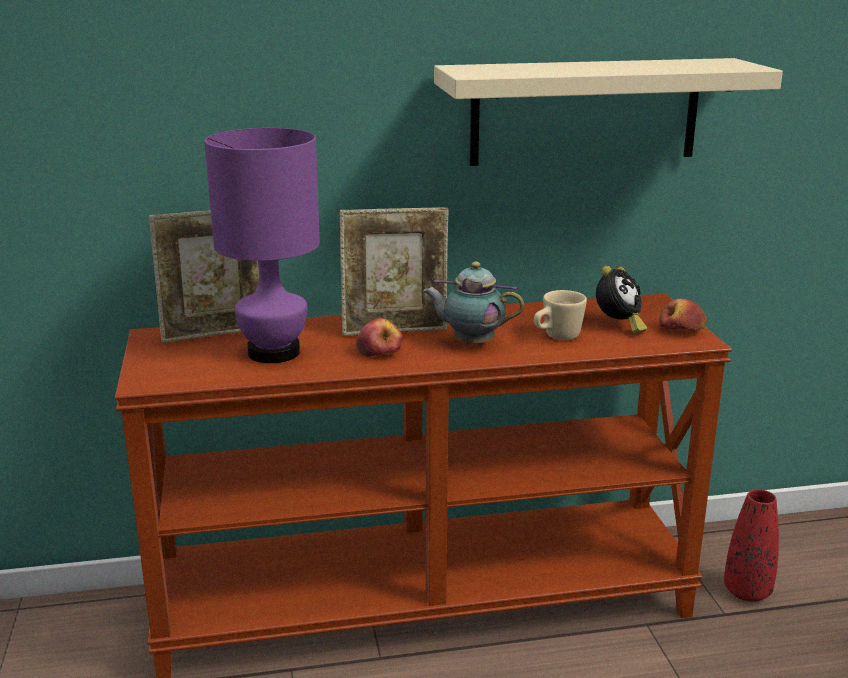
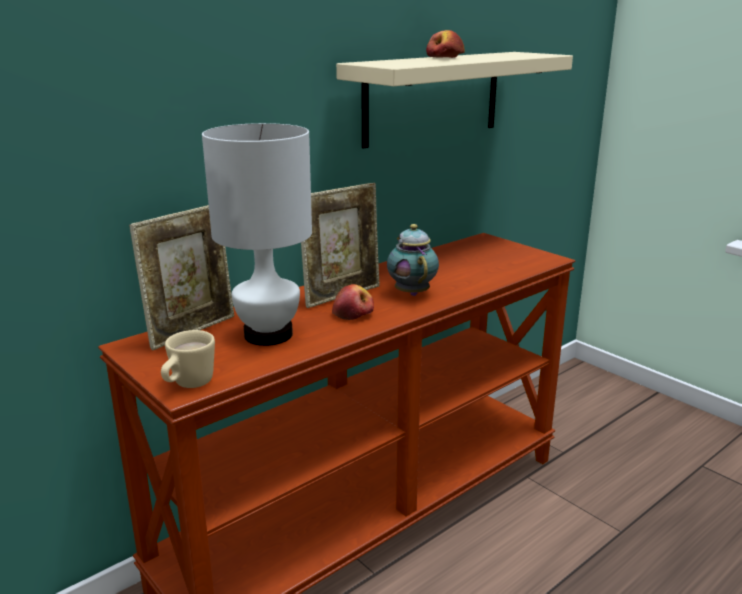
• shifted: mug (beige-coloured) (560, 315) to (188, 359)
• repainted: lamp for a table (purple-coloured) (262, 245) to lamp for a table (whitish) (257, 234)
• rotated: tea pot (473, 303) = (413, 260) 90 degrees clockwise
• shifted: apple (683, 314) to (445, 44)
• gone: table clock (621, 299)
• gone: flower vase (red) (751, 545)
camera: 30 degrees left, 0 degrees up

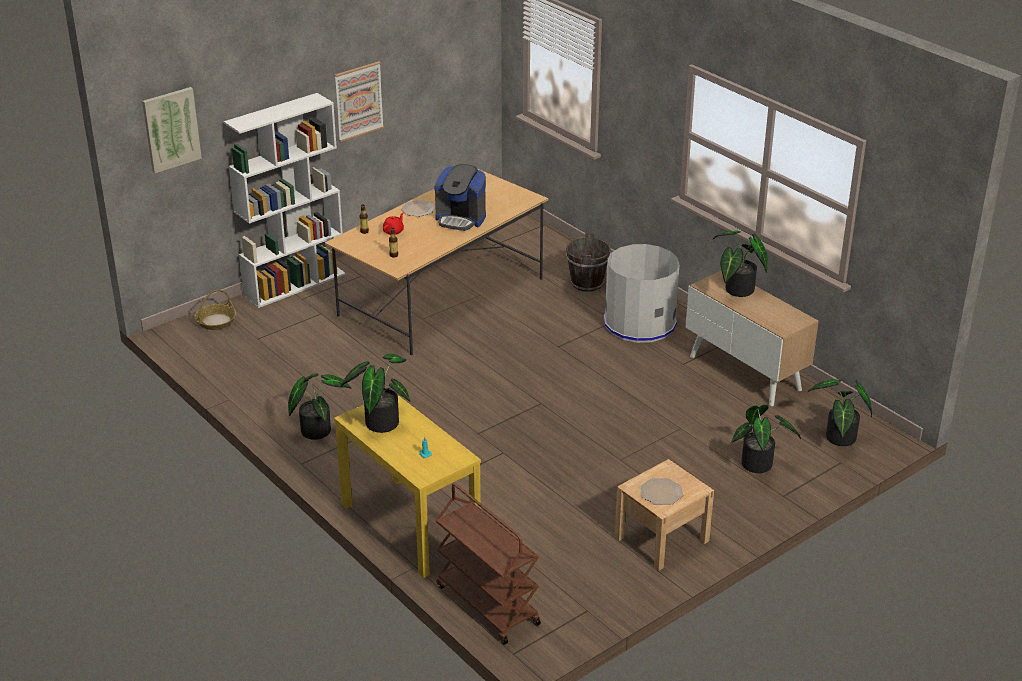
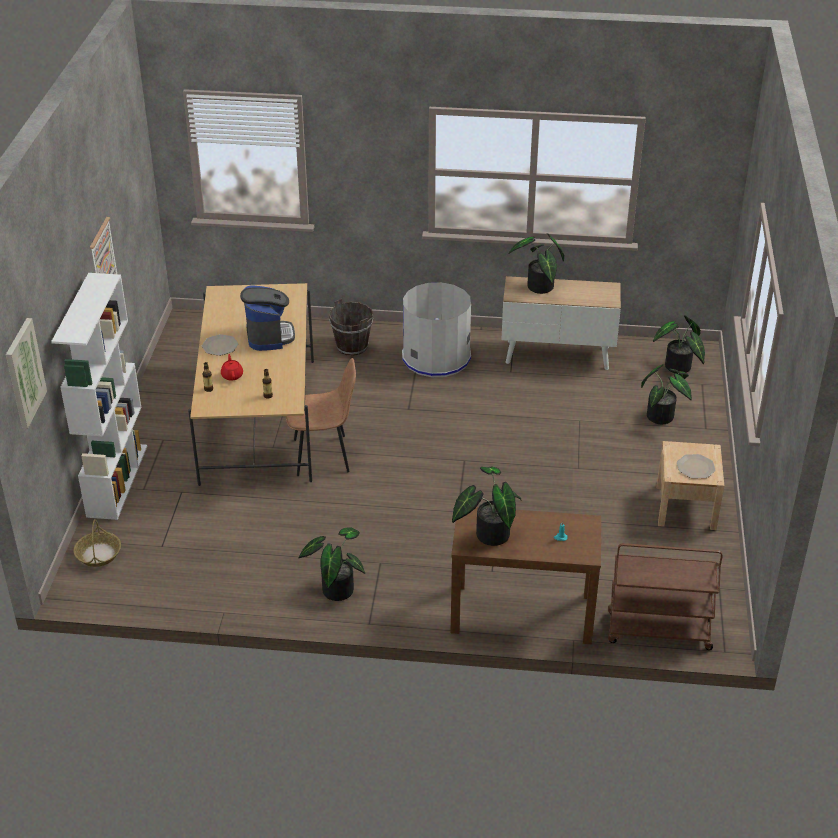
• rotated: coffee machine (460, 197) = (267, 318) 75 degrees counterclockwise
• new: chair (brown-coloured) (321, 417)
• repainted: hall table (yellowish) (407, 486) to hall table (brown-coloured) (525, 575)
camera: 45 degrees left, 5 degrees up

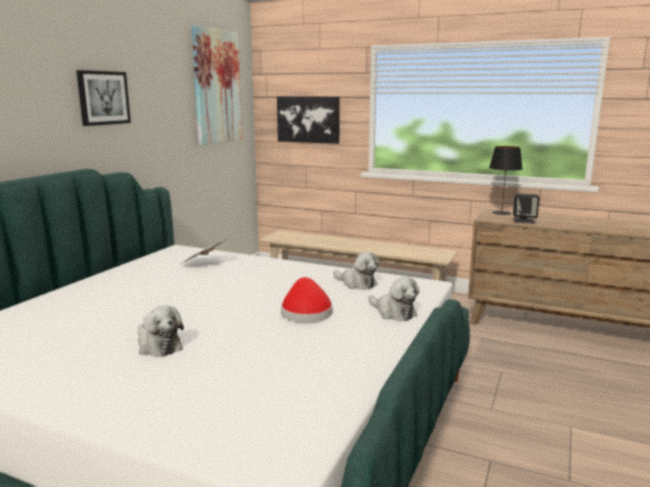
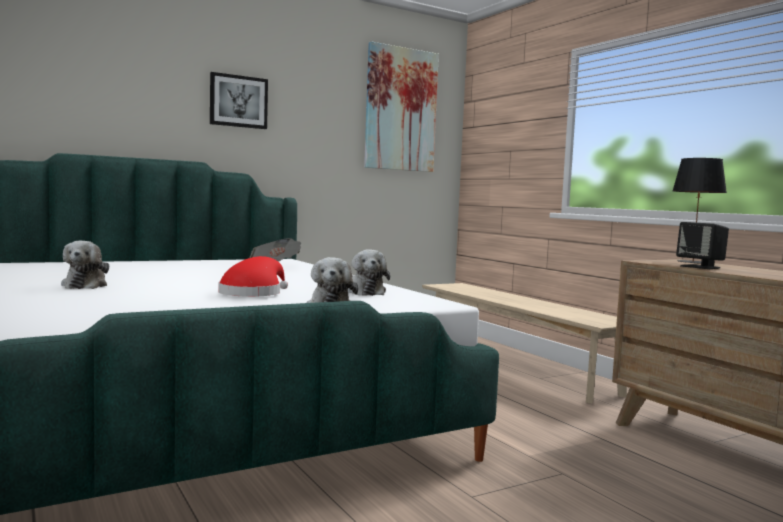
• gone: wall picture (308, 120)
camera: 35 degrees right, 10 degrees down

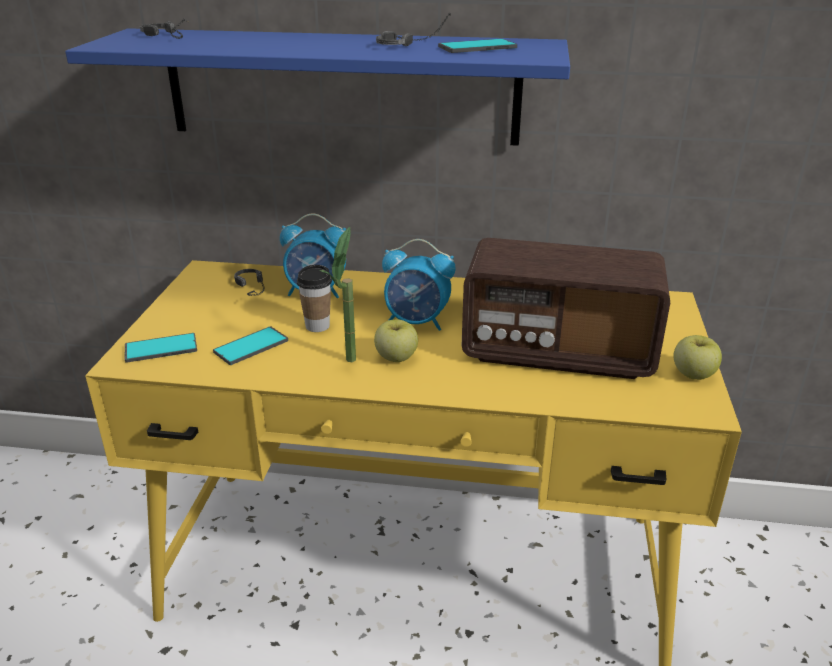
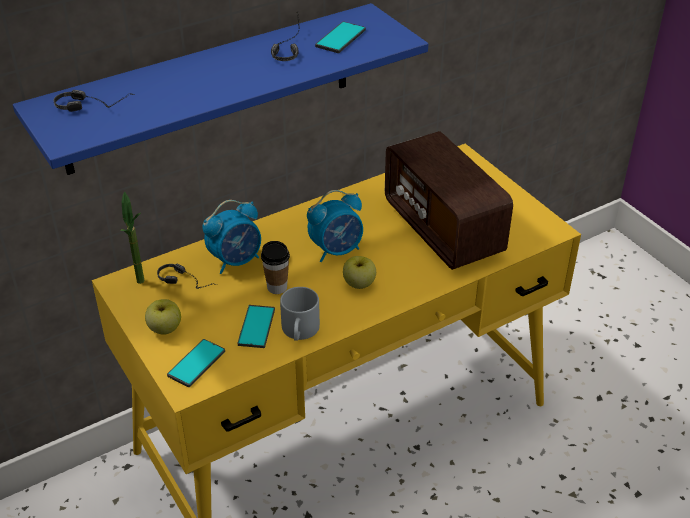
• shifted: houseplant (337, 294) to (132, 237)
• shifted: apple (698, 357) to (163, 317)
• new: mug (grey) (300, 314)
• rotated: radio (566, 308) = (449, 200) 90 degrees clockwise
camera: 40 degrees left, 10 degrees up

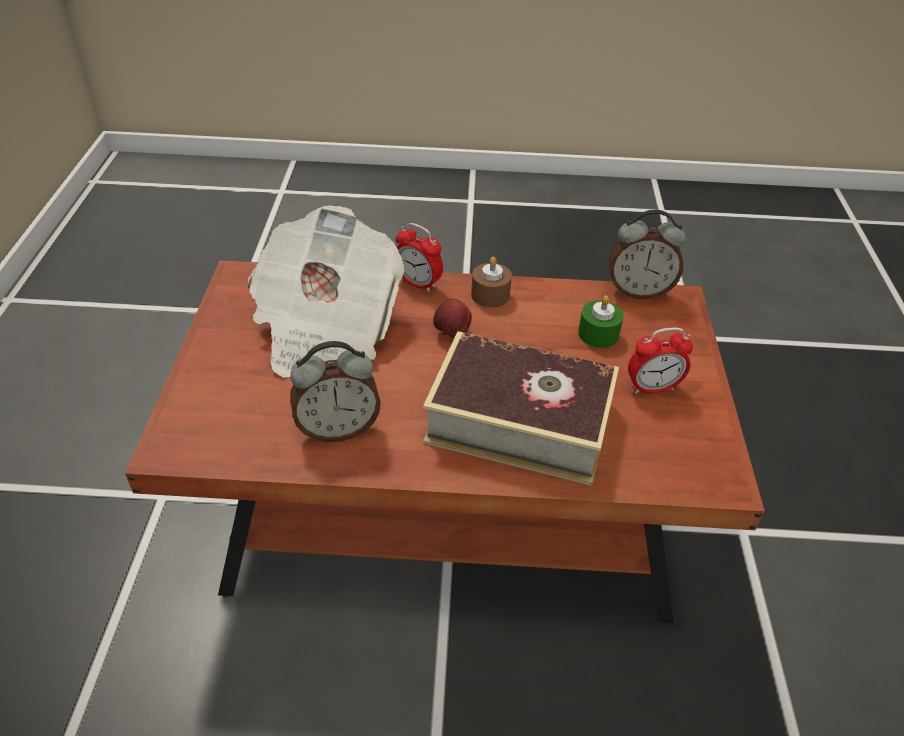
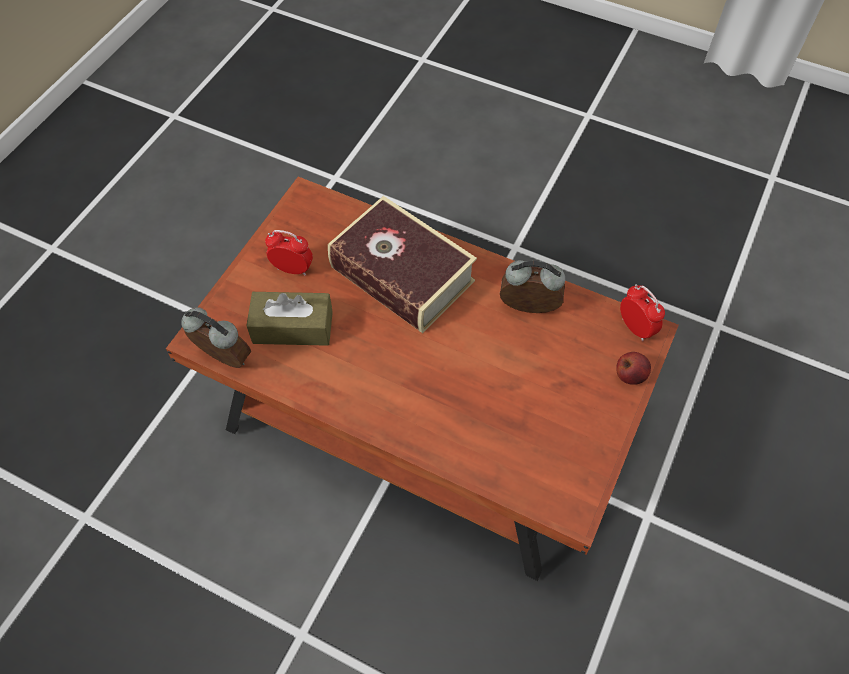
• swapped: wax light (green) (601, 321) to tissue holder (brown-coloured) (289, 319)
• shifted: apple (452, 318) to (633, 368)
• shifted: table clock (419, 257) to (642, 313)
• gone: printed paper (326, 291)
• gone: wax light (brown-coloured) (491, 282)
camera: 155 degrees left, 15 degrees up

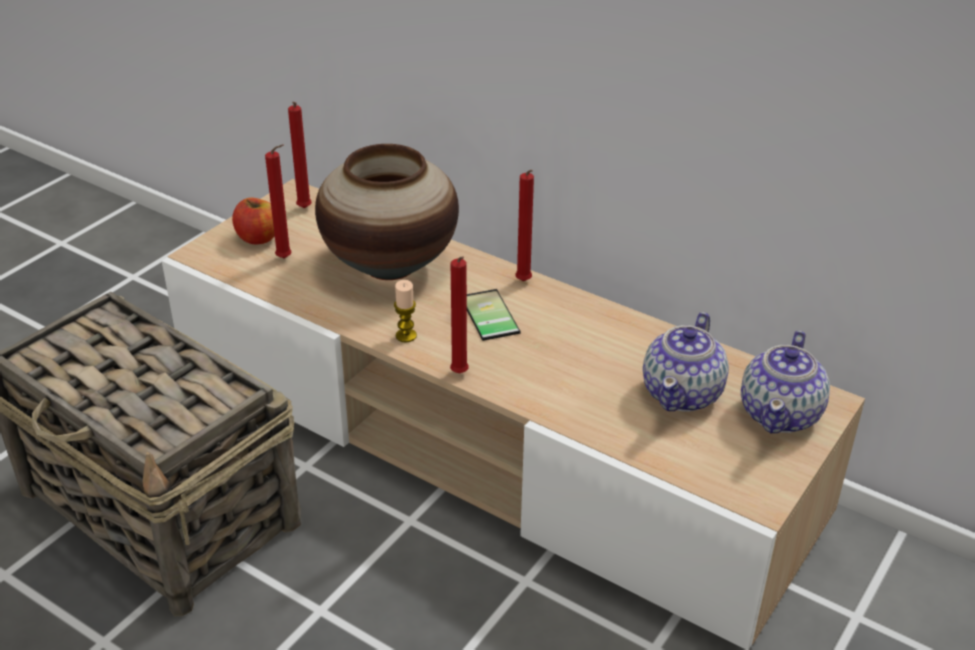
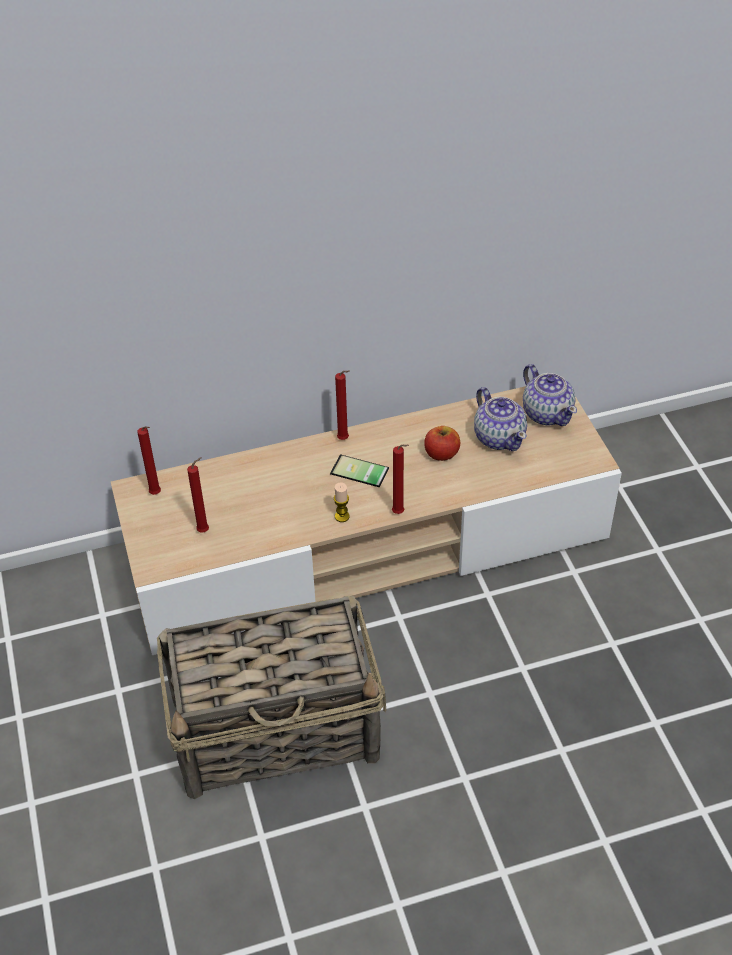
• shifted: apple (253, 220) to (442, 443)
• gone: flower vase (387, 212)
camera: 50 degrees left, 10 degrees up

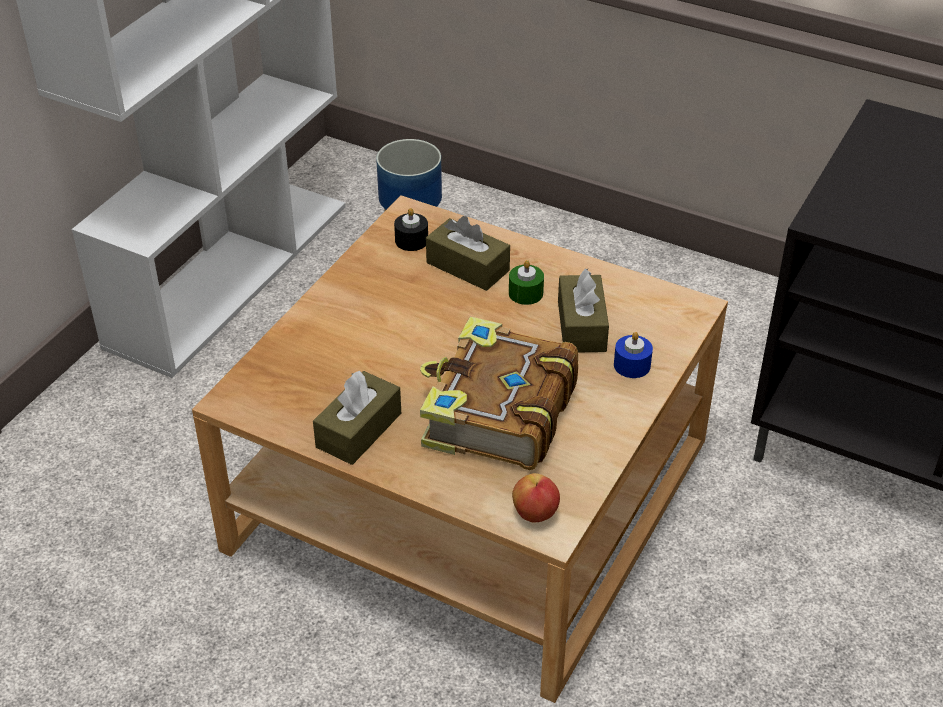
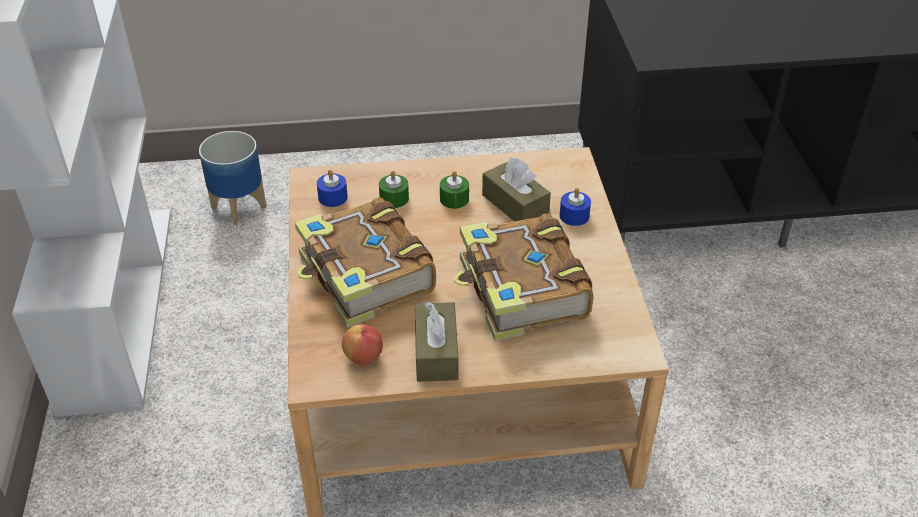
• new: bound book (365, 262)
• repainted: wax light (blackish) (411, 229) to wax light (blue) (332, 188)
• shifted: apple (536, 498) to (362, 344)
• swapped: tissue holder (brown-coloured) (468, 253) to wax light (green) (394, 189)
camera: 35 degrees left, 0 degrees up

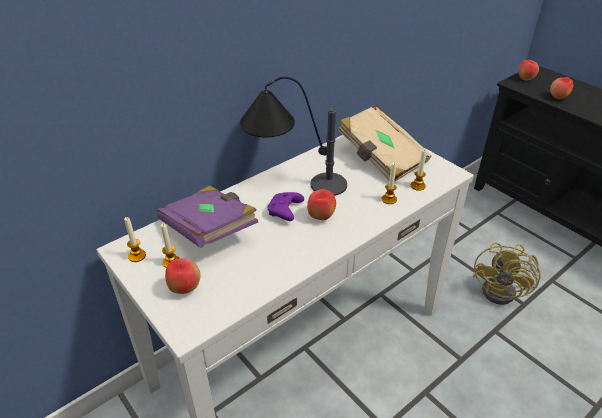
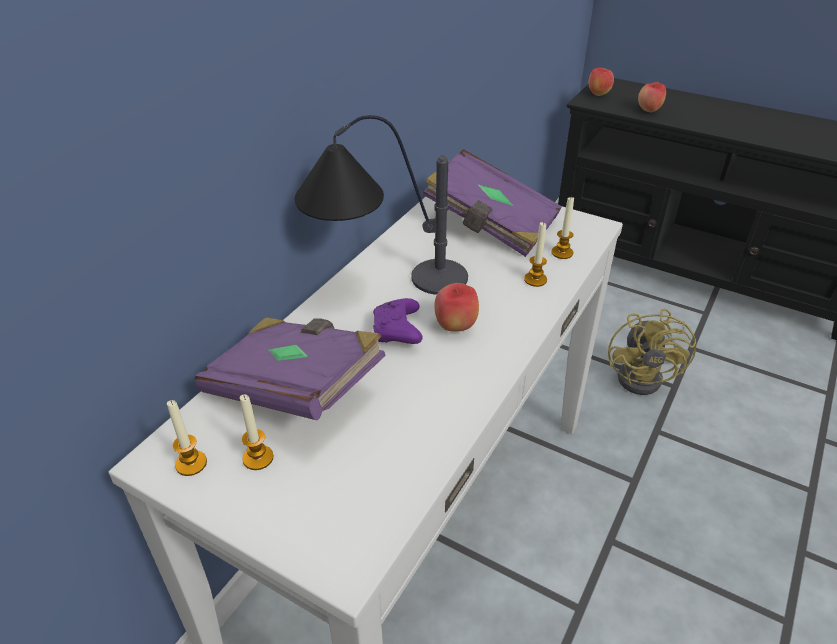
• repainted: bound book (beige-coloured) (385, 143) to bound book (purple-coloured) (492, 203)
• gone: apple (183, 276)
camera: 20 degrees left, 0 degrees up

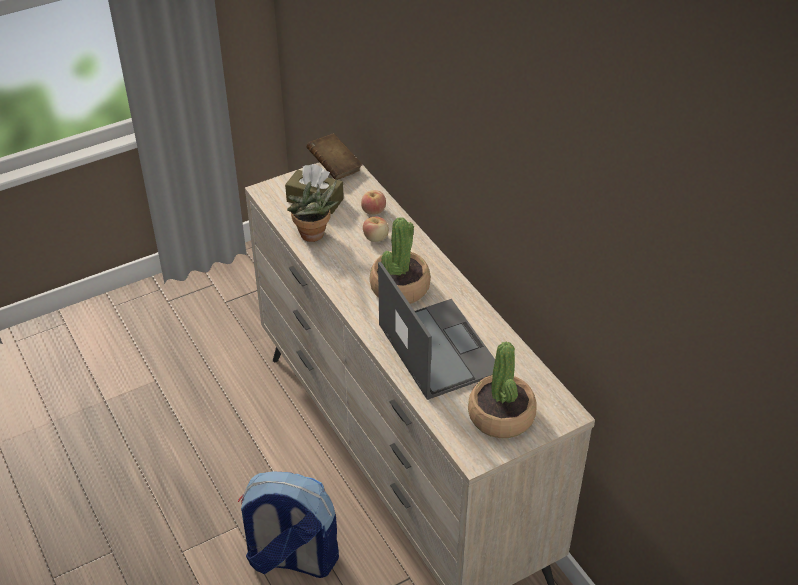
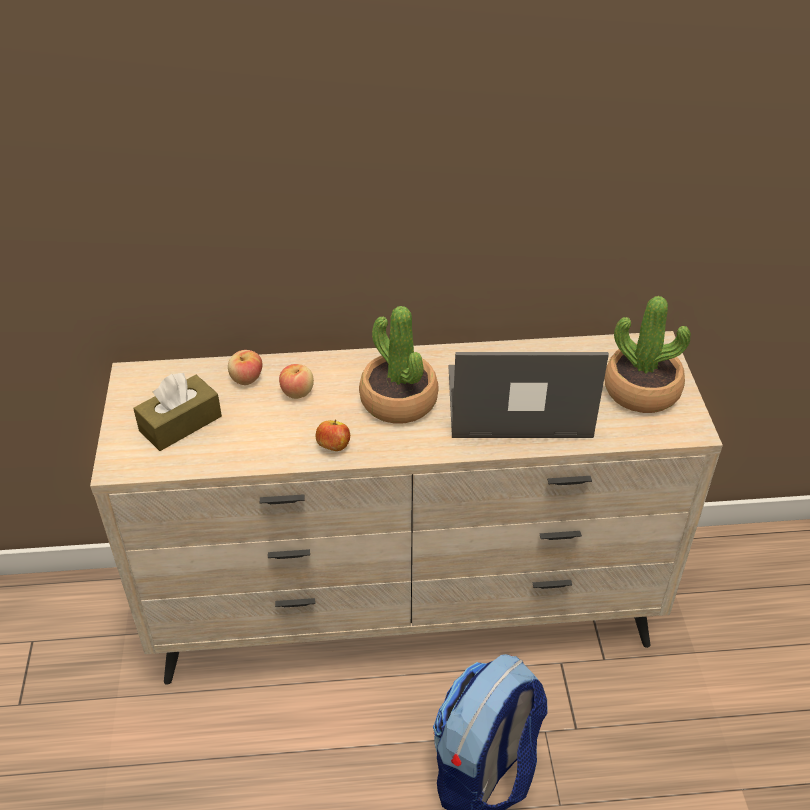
• new: apple (333, 435)
• gone: houseplant (313, 211)
• gone: bound book (brown-coloured) (334, 156)
camera: 65 degrees left, 0 degrees up

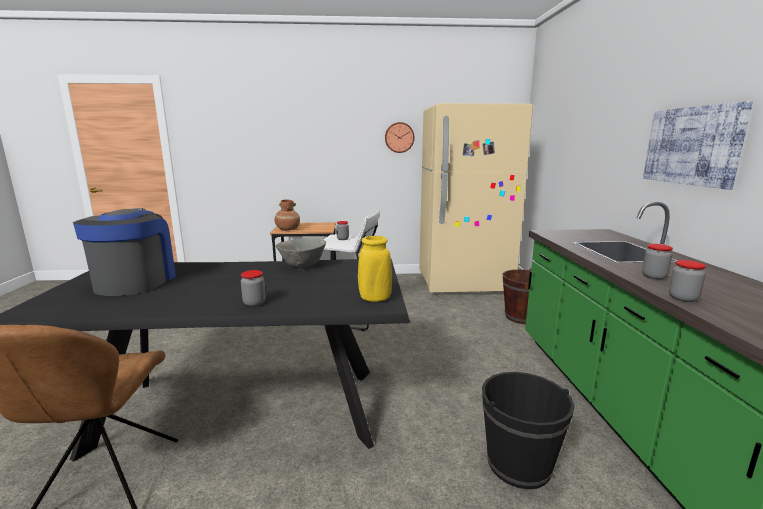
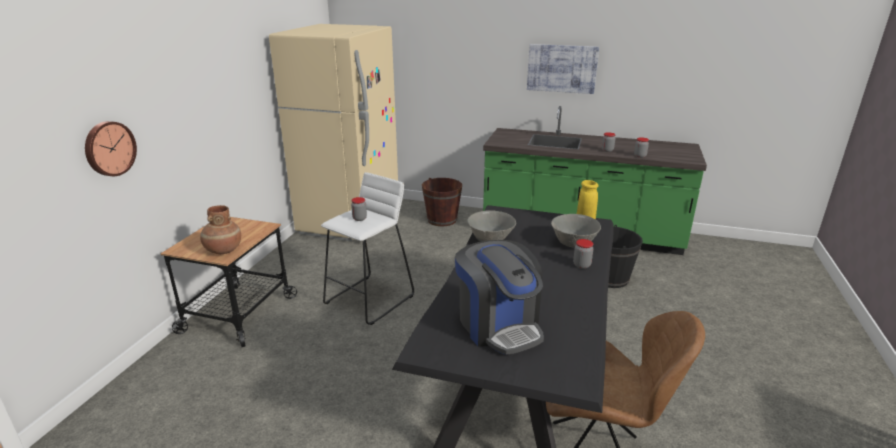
• shifted: wall clock (400, 137) to (111, 148)
• rotated: coffee machine (124, 252) = (499, 297) 135 degrees counterclockwise
• new: serving bowl (grey) (576, 231)
camera: 70 degrees left, 10 degrees up

